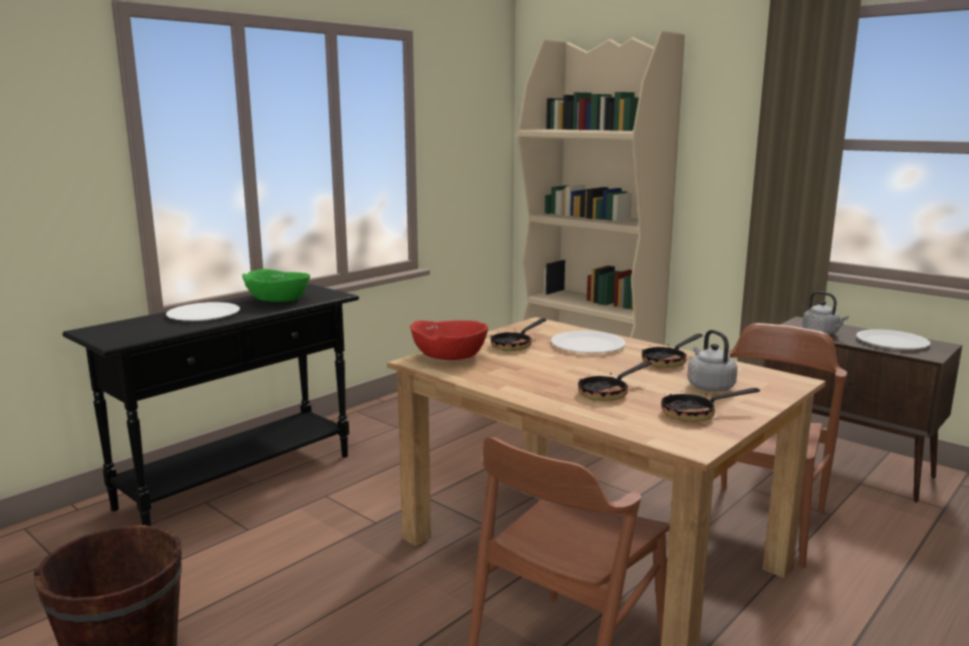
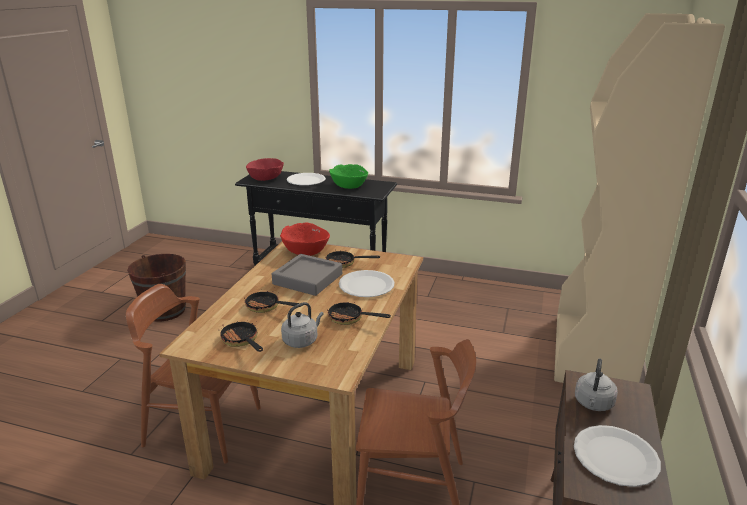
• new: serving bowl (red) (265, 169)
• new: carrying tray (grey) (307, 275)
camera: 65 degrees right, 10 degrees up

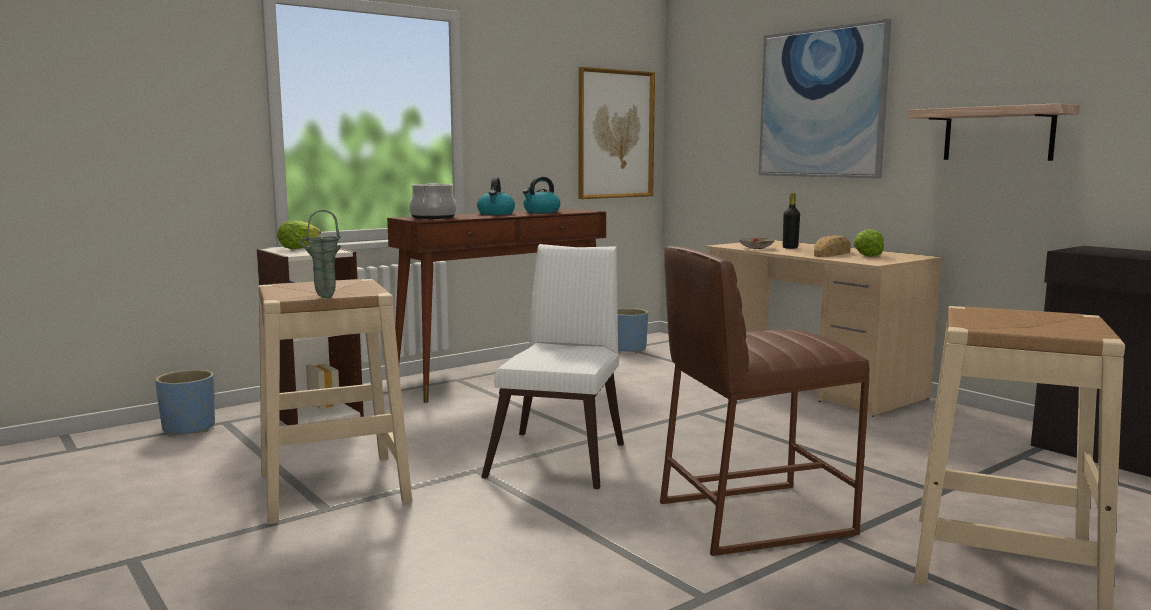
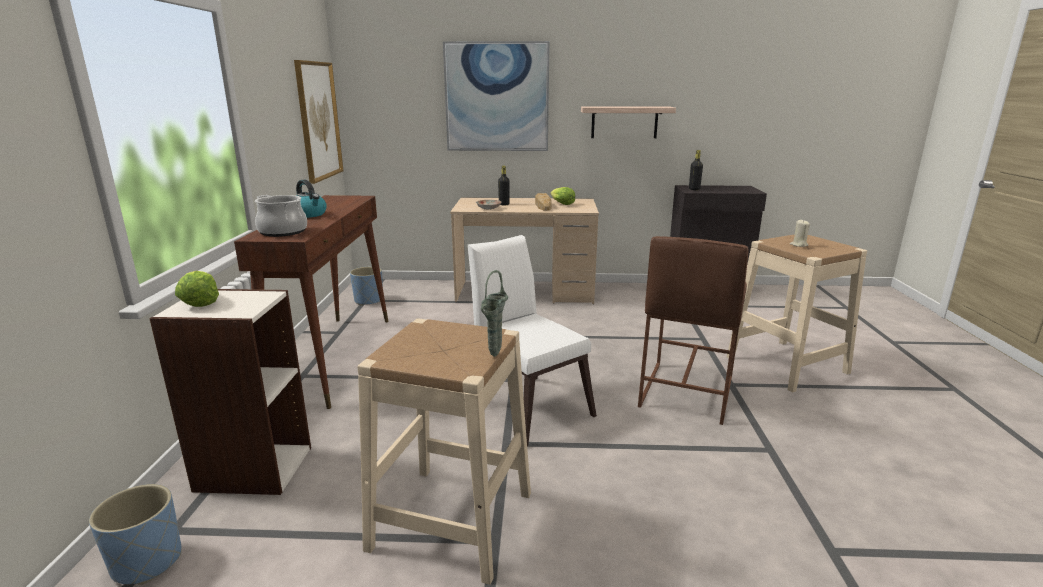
• new: beverage bottle (blackish) (696, 170)
• new: wax light (beige-coloured) (800, 233)
• gone: water kettle (541, 195)
camera: 50 degrees left, 10 degrees up

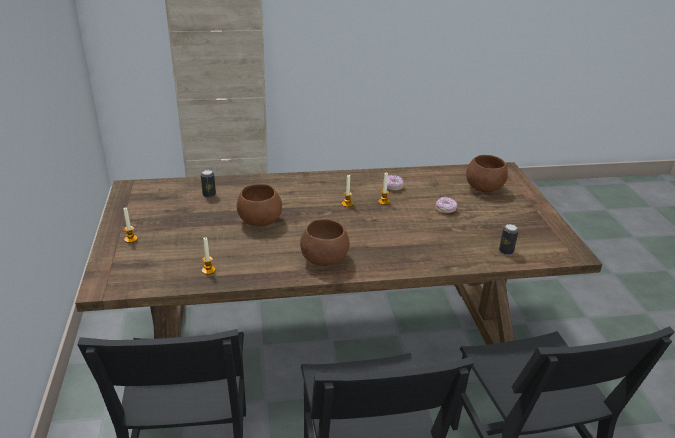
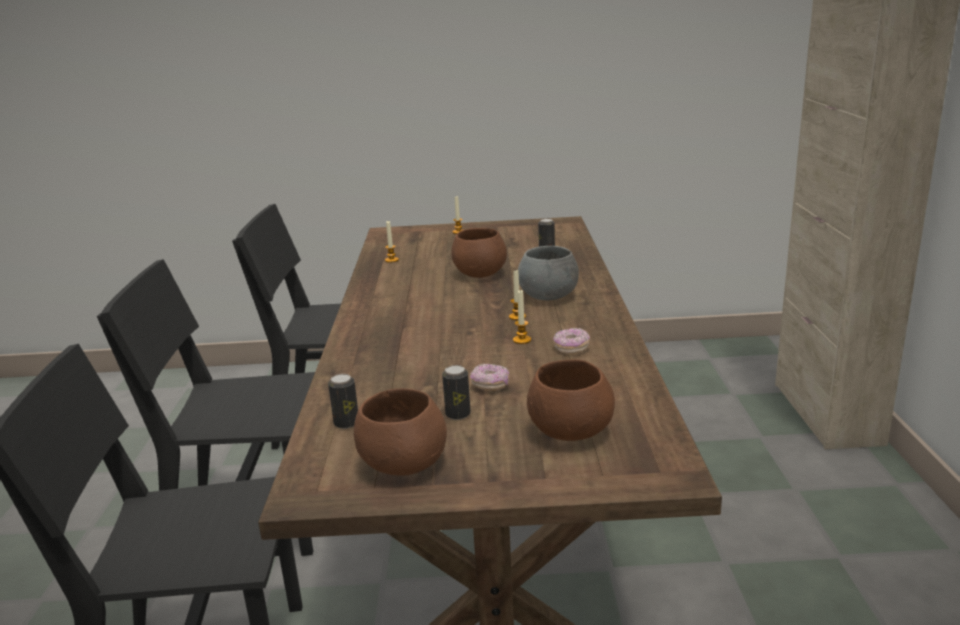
• shifted: serving bowl (brown-coloured) (324, 242) to (400, 432)
• new: can (456, 392)
• new: serving bowl (grey) (548, 273)
camera: 100 degrees right, 10 degrees down

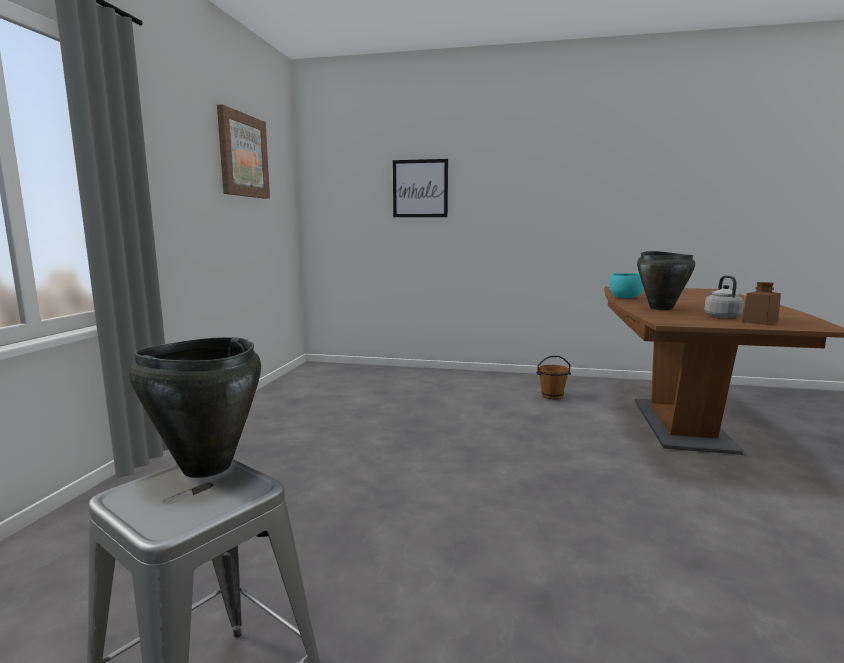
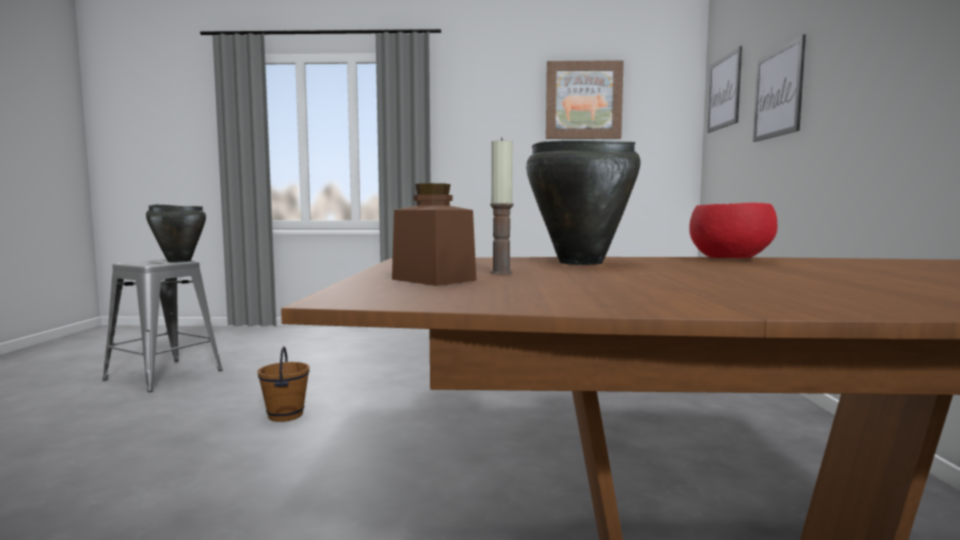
• shifted: pail (brown-coloured) (553, 378) to (284, 384)
• swapped: water kettle (grey) (724, 296) to wax light (502, 206)
• repainted: serving bowl (blue-green) (626, 285) to serving bowl (red) (733, 230)
• new: wall picture (724, 89)
camera: 80 degrees right, 5 degrees down

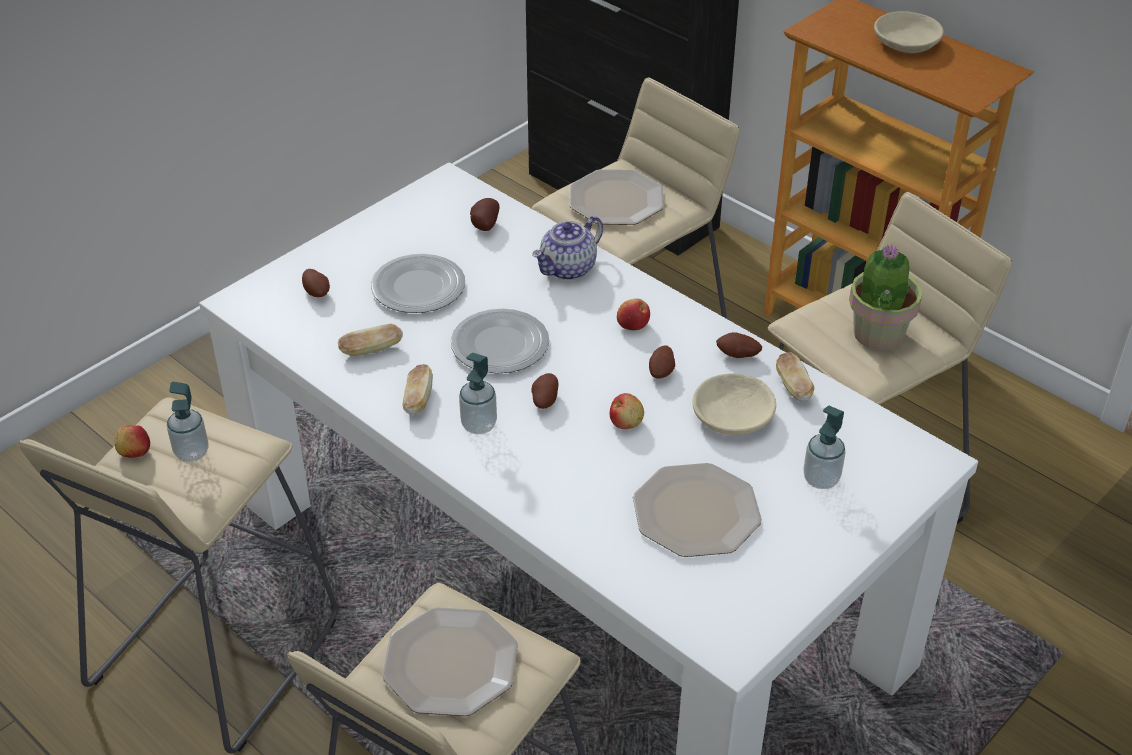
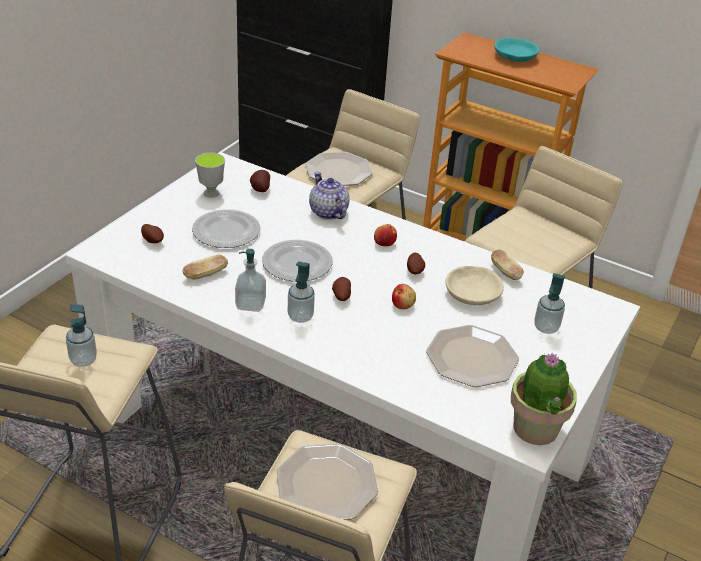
• new: drinking cup (210, 175)
• swapped: baked bread (418, 389) to liquid soap bottle (250, 280)
• rotated: tea pot (567, 248) = (329, 196) 120 degrees clockwise
• repainted: serving bowl (beige-coloured) (909, 32) to serving bowl (blue-green) (516, 50)
• shifted: houseplant (885, 297) to (544, 399)
• gone: apple (132, 441)
• gone: whole potato (739, 345)
camera: 15 degrees left, 5 degrees down

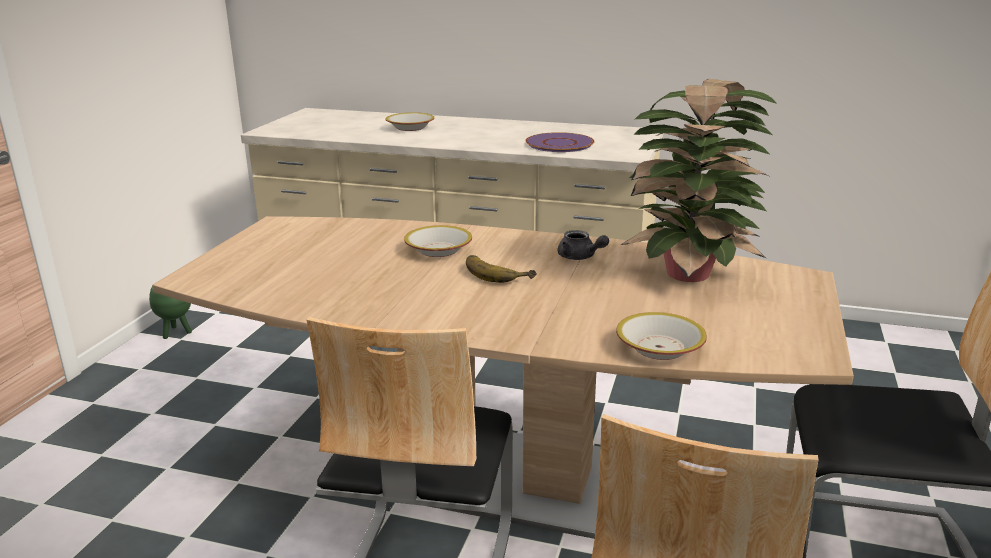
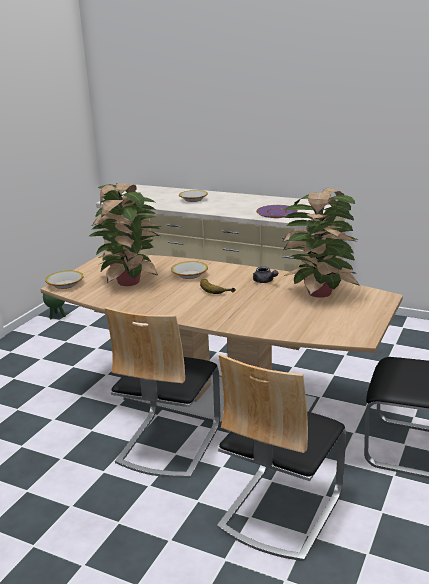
• shifted: serving bowl (661, 336) to (64, 280)
• new: houseplant (125, 234)
camera: 10 degrees right, 0 degrees up

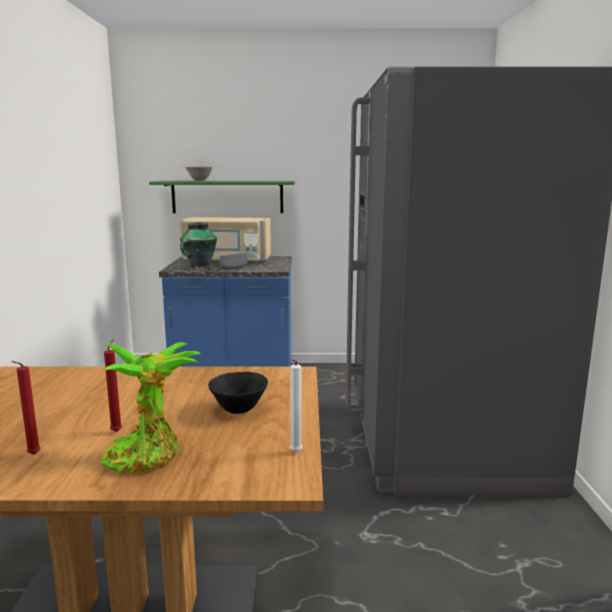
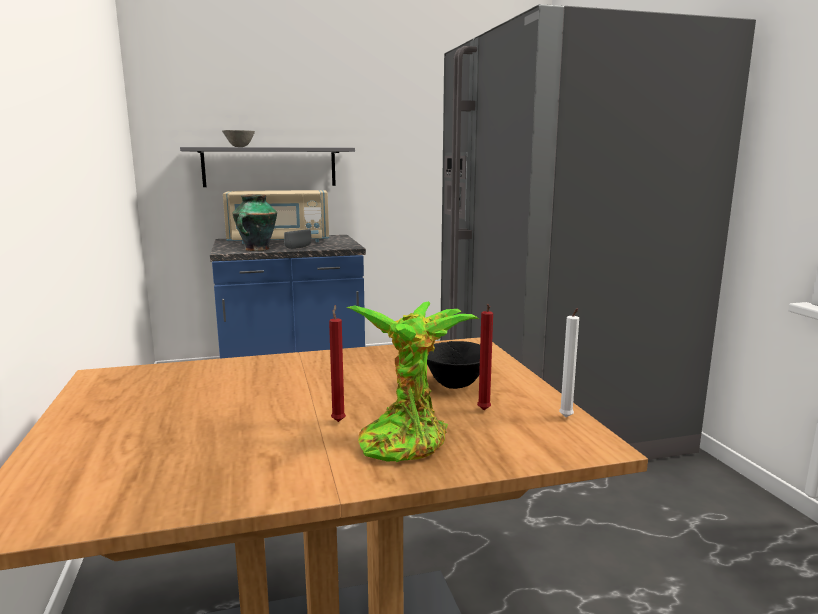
• repainted: wall shelf (green) (222, 197) to wall shelf (grey) (267, 167)
• shifted: wax light (red) (26, 408) to (485, 357)
camera: 15 degrees left, 0 degrees up

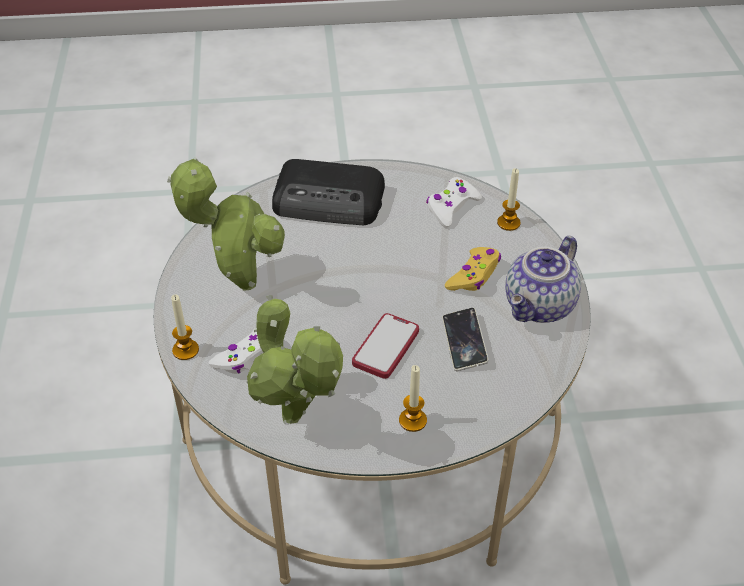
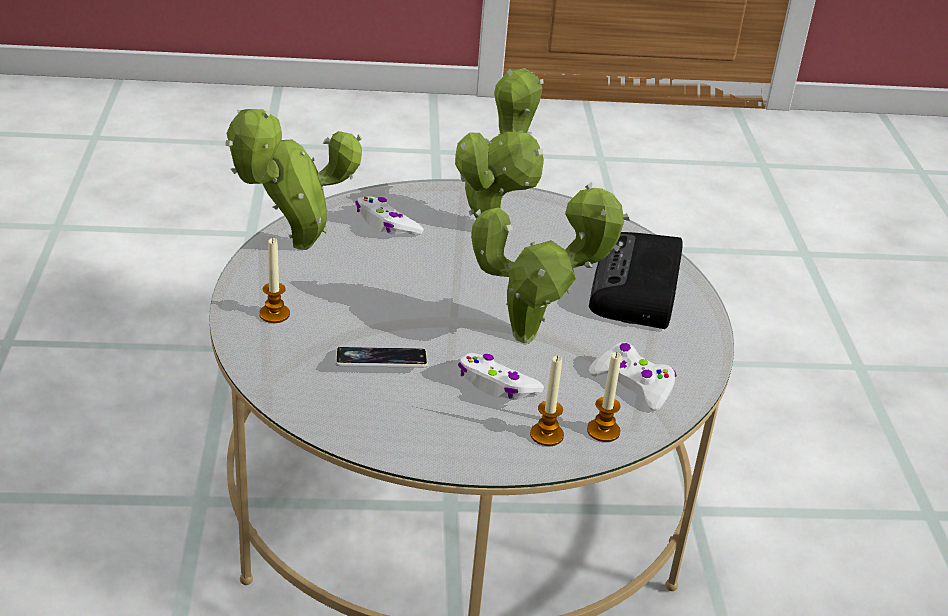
• repainted: game controller (yellowish) (473, 269) to game controller (whitish) (501, 376)
• new: houseplant (550, 263)
• shifted: wax light (185, 327) to (547, 401)
• gone: phone (385, 346)
• gone: tea pot (543, 279)
camera: 90 degrees right, 10 degrees down

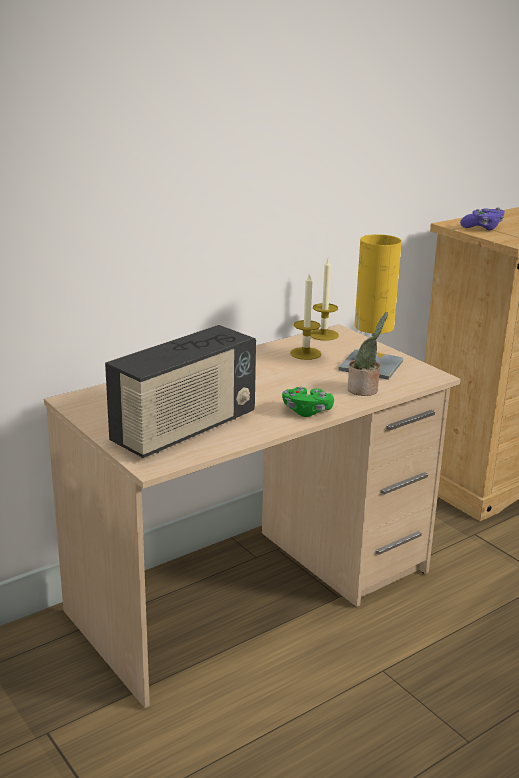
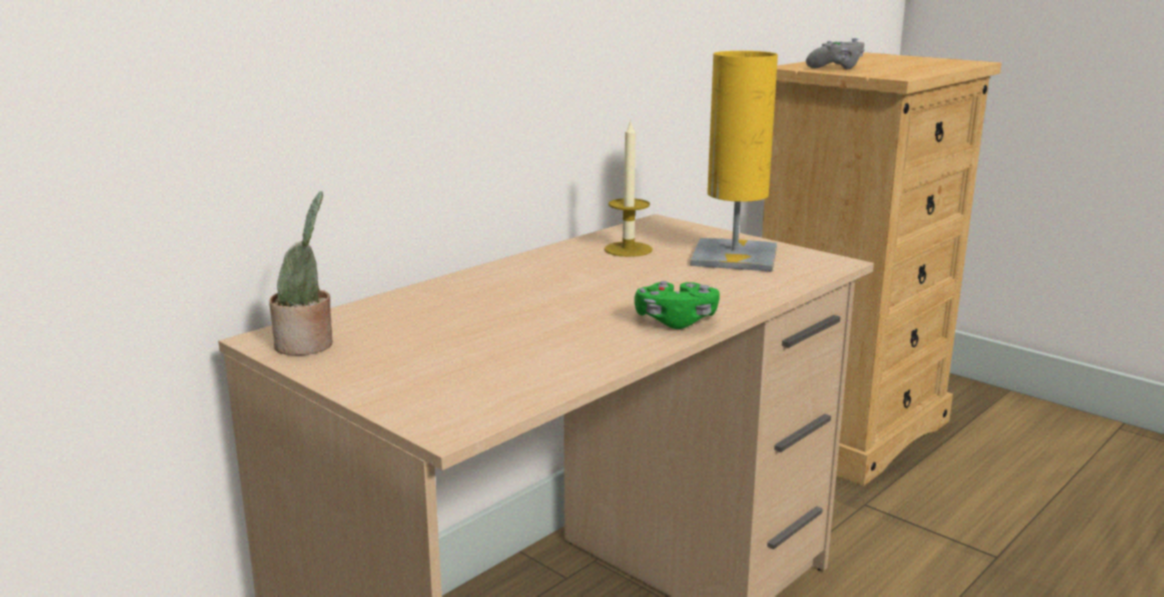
• shifted: houseplant (368, 354) to (301, 273)
• repainted: game controller (purple-coloured) (482, 218) to game controller (grey) (835, 53)
• gone: radio (180, 391)
• gone: wax light (325, 300)
camera: 10 degrees left, 5 degrees down

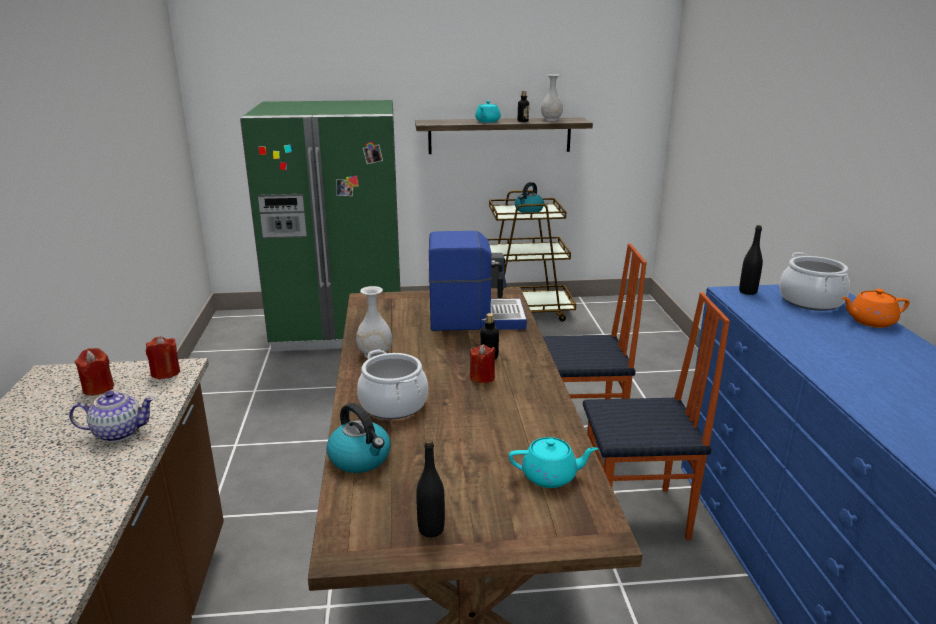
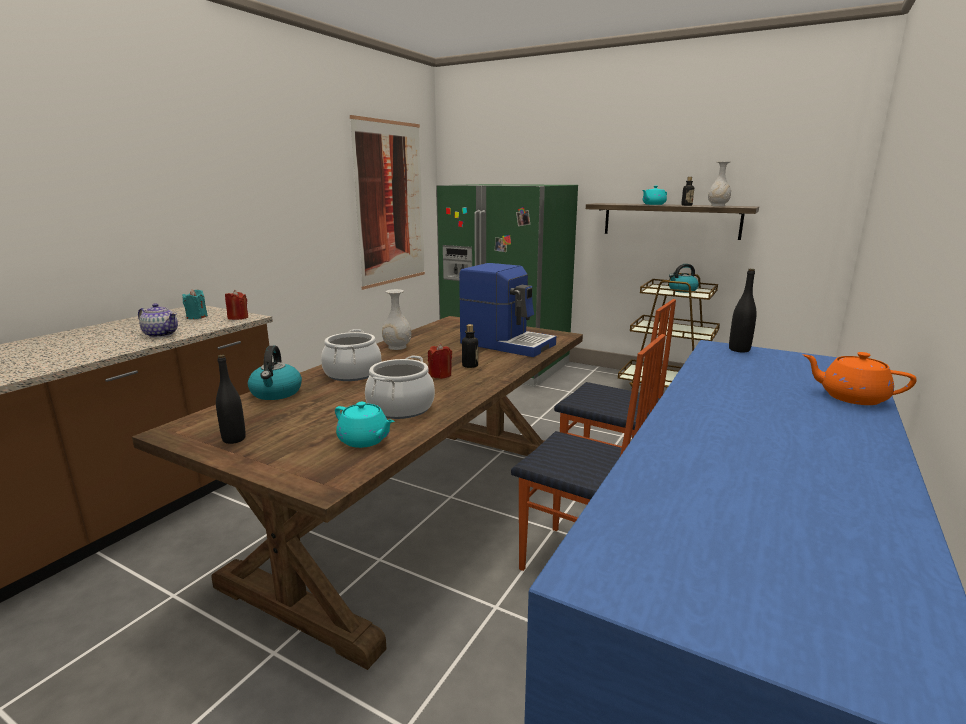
• repainted: wax light (red) (94, 372) to wax light (blue-green) (195, 304)
• new: wall picture (387, 202)
• shifted: stockpot (814, 281) to (400, 387)
camera: 35 degrees right, 5 degrees down

